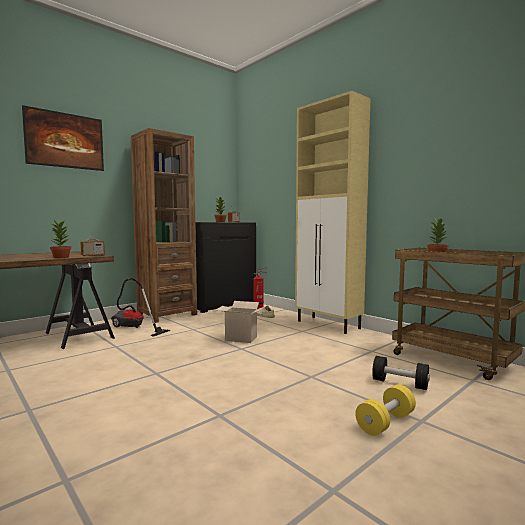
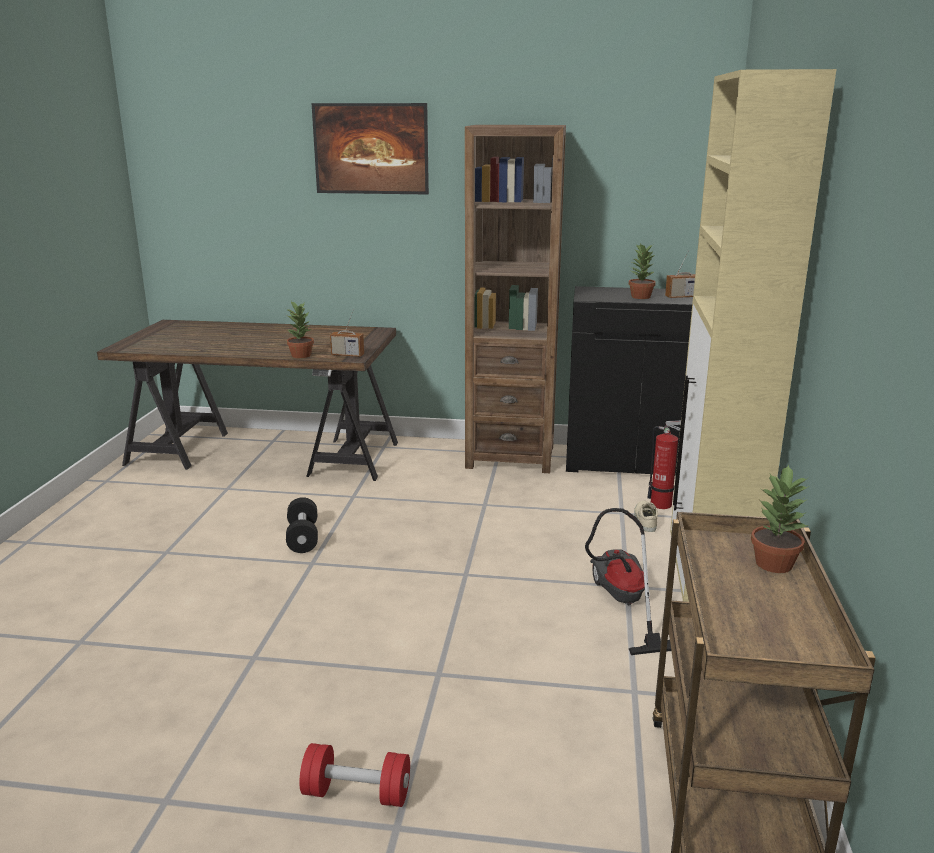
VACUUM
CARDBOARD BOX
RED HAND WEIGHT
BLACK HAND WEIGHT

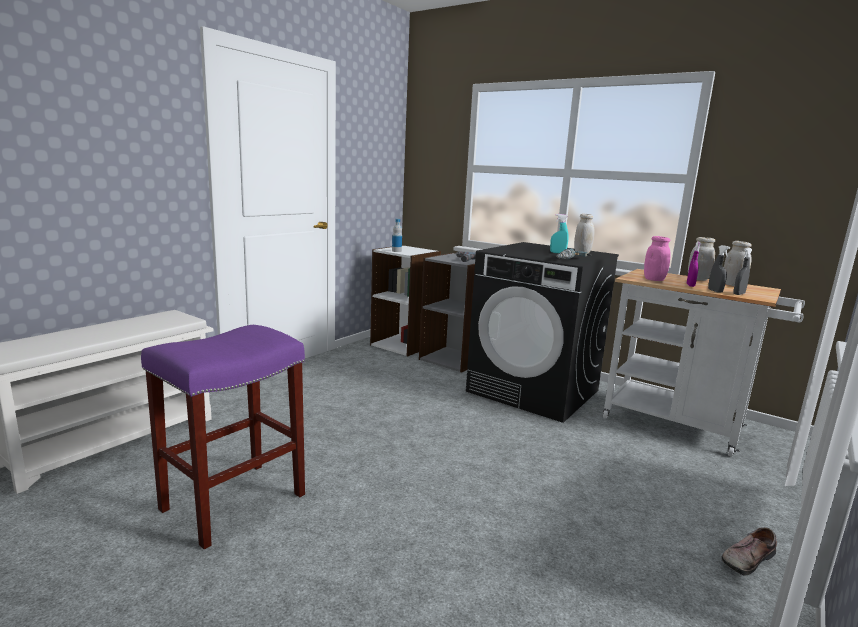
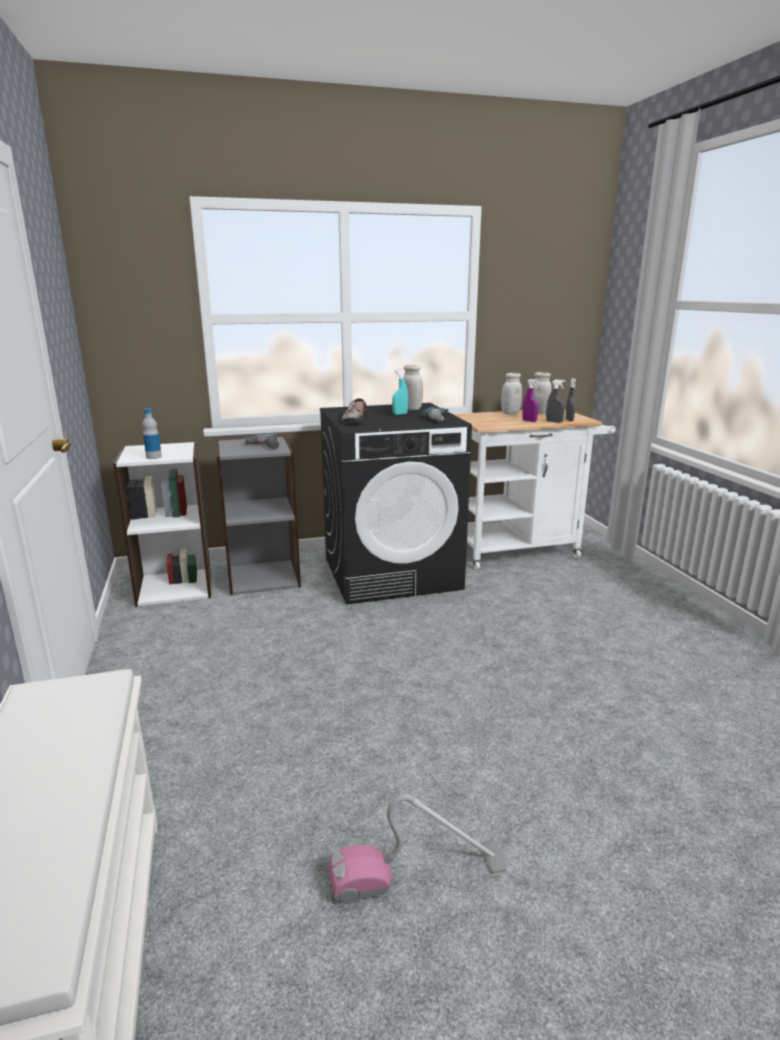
VACUUM
PINKISH JAR
LOW SHOE

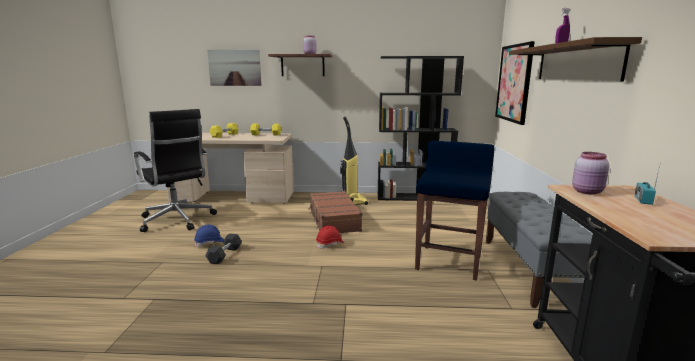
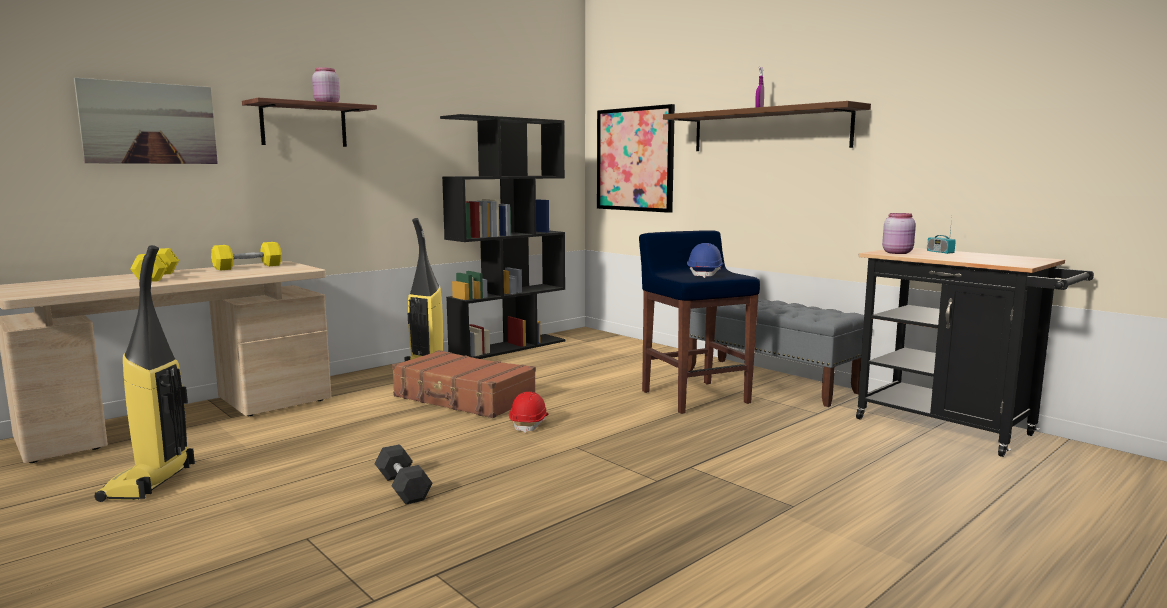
VACUUM (1st from left)
BLUE-COLOURED SAFETY HELMET

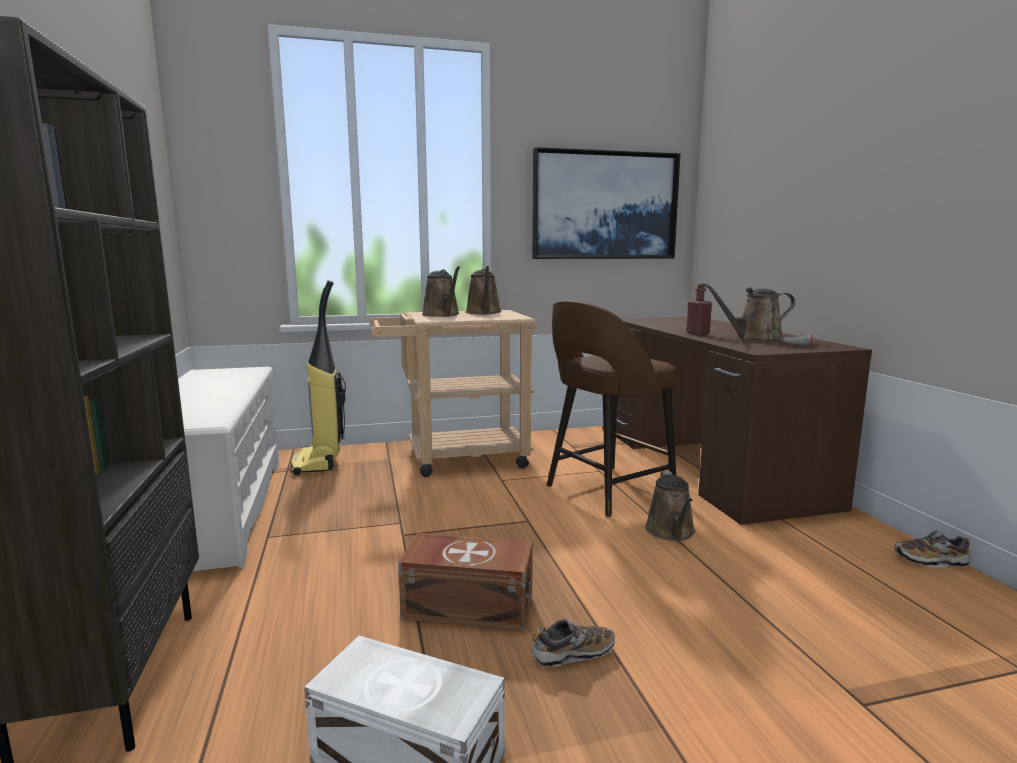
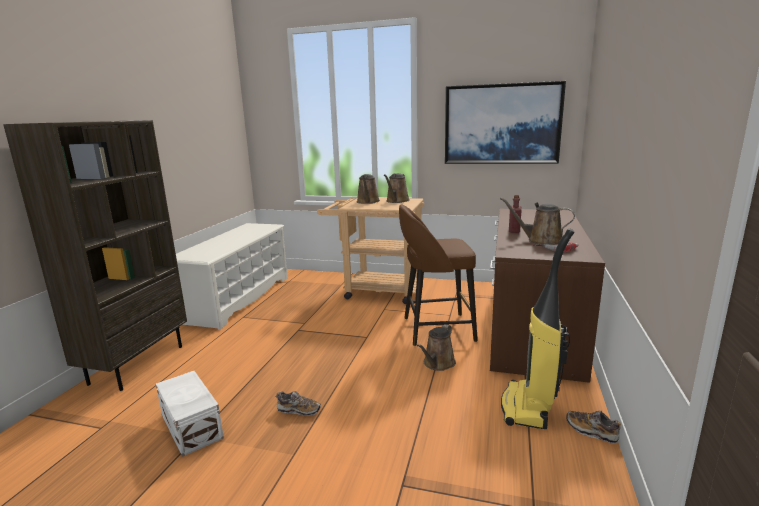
VACUUM
BROWN-COLOURED STORAGE CONTAINER

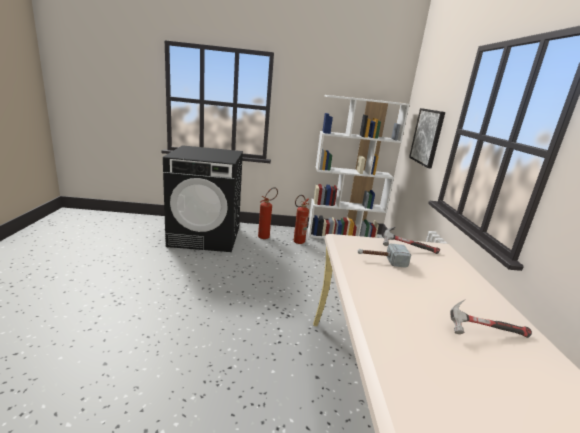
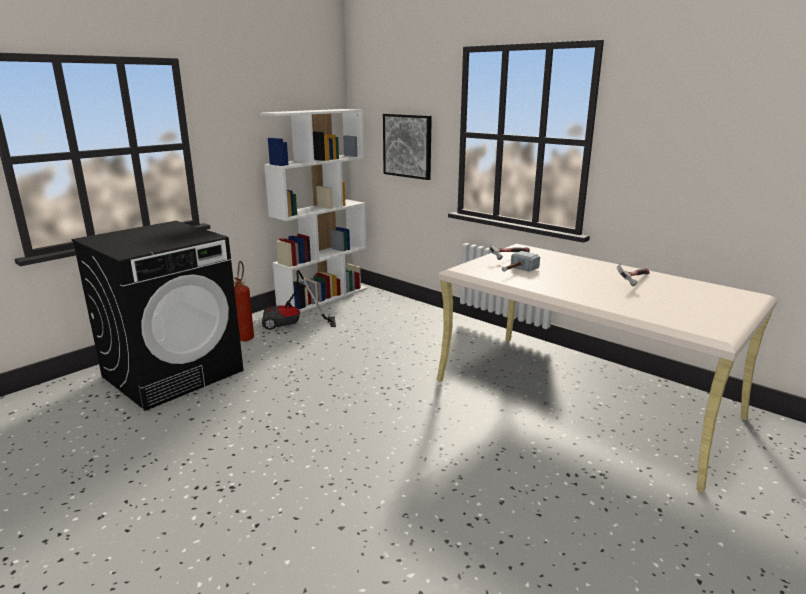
VACUUM

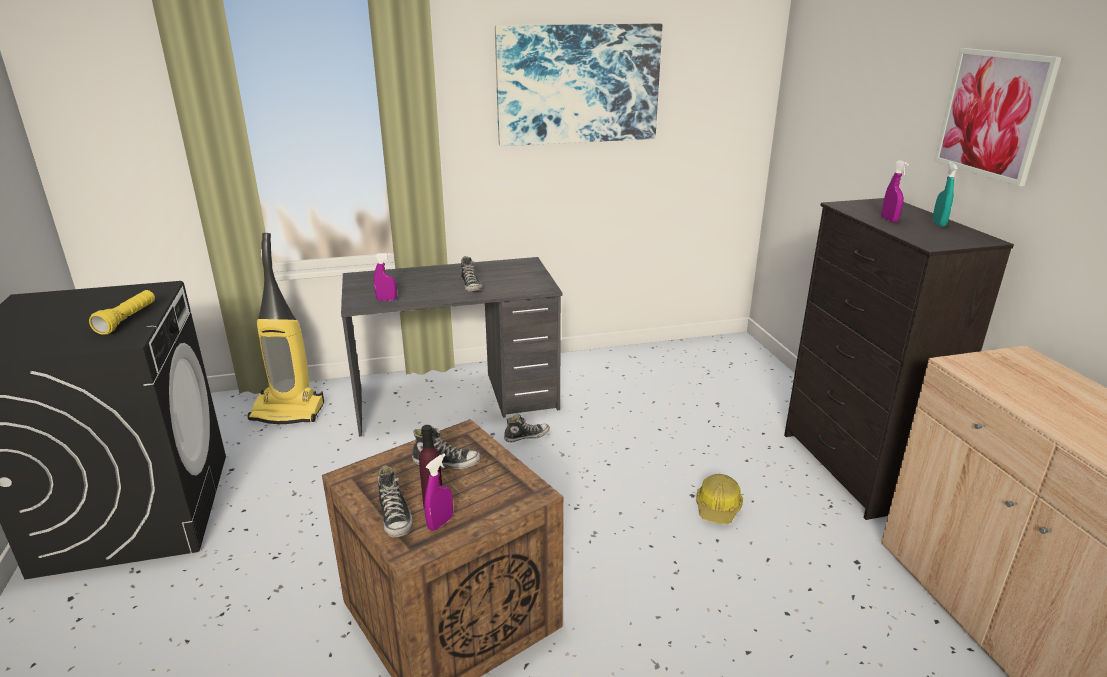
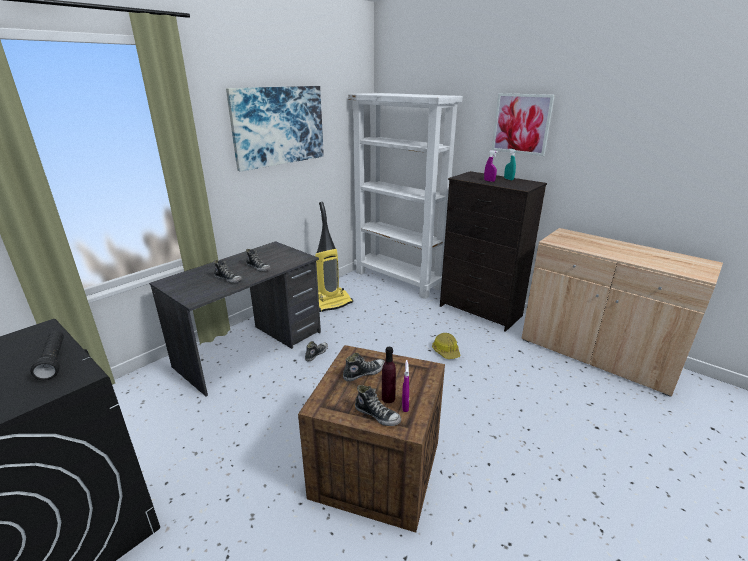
BLACK HAND TORCH
VACUUM
PURPLE-COLOURED SPRAY BOTTLE (1st from left in the first image)
LOW SHOE (1st from left)
WHITE-COLOURED SHELVING UNIT

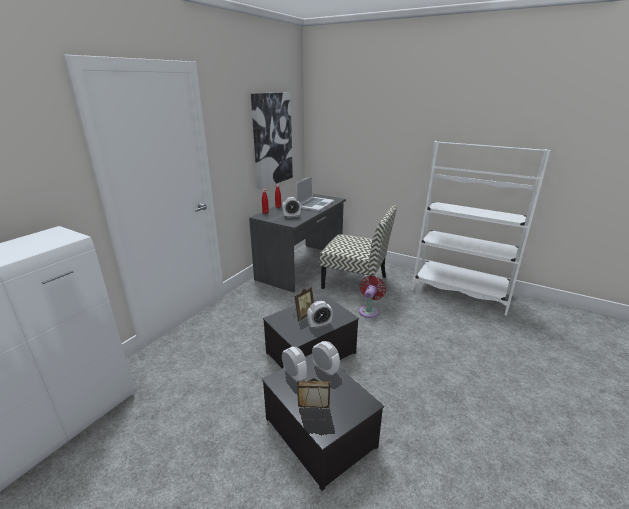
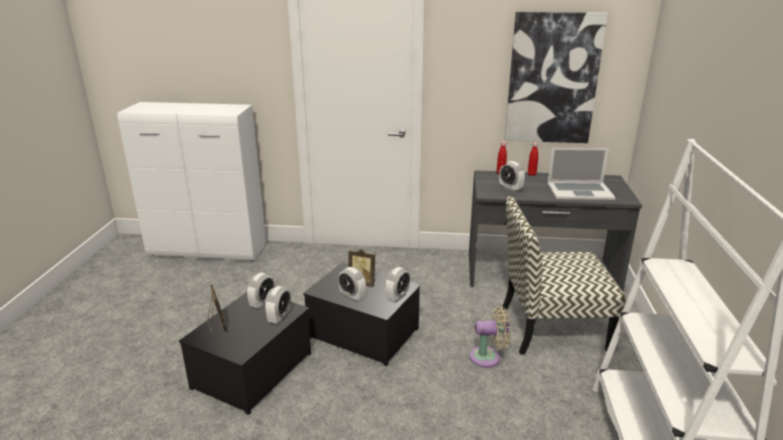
PLAIN CHAIR
BEIGE ELECTRIC FAN
TABLE CLOCK (4th from left)

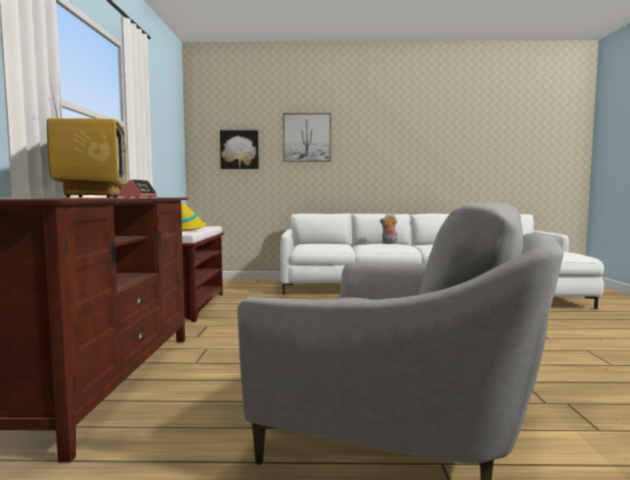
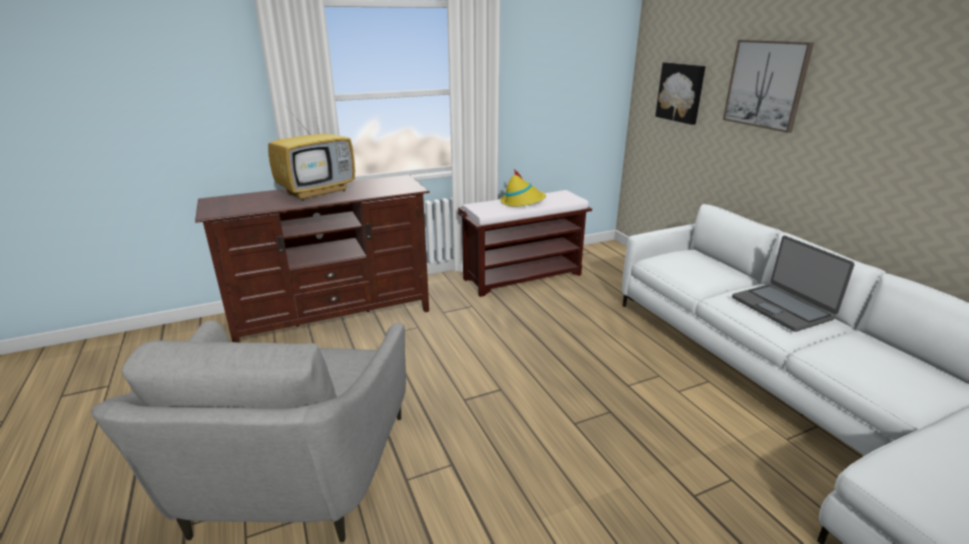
TABLE CLOCK
LAPTOP

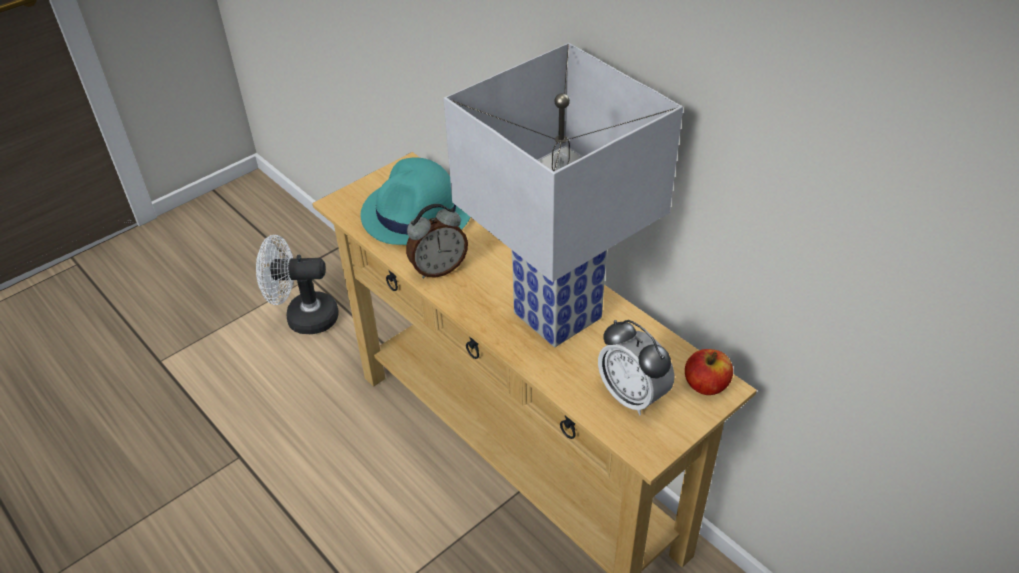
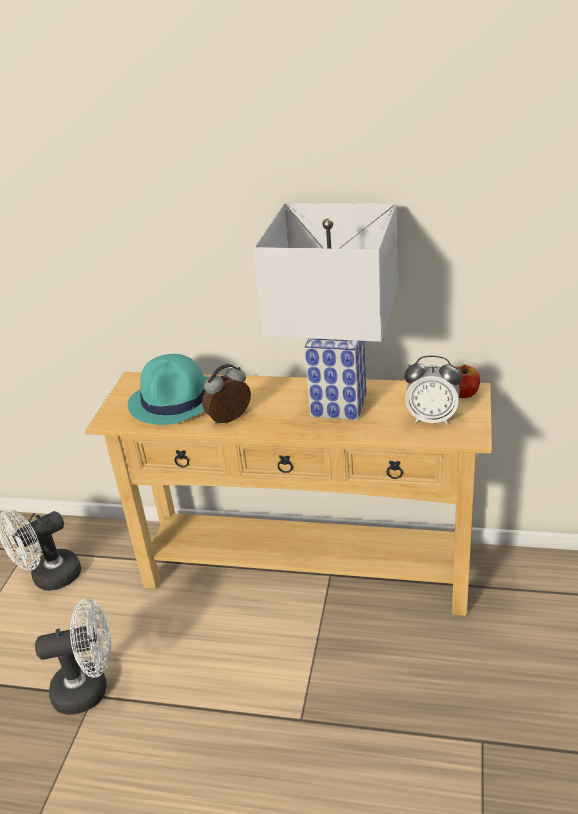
TABLE CLOCK (1st from left)
WHITE-COLOURED ELECTRIC FAN (2nd from left)

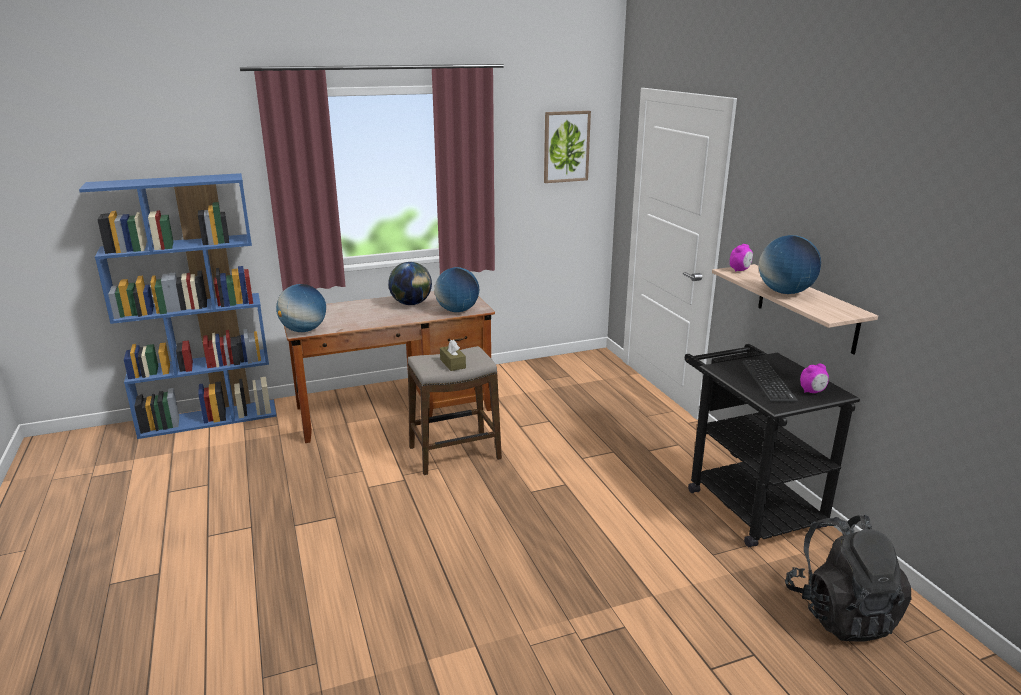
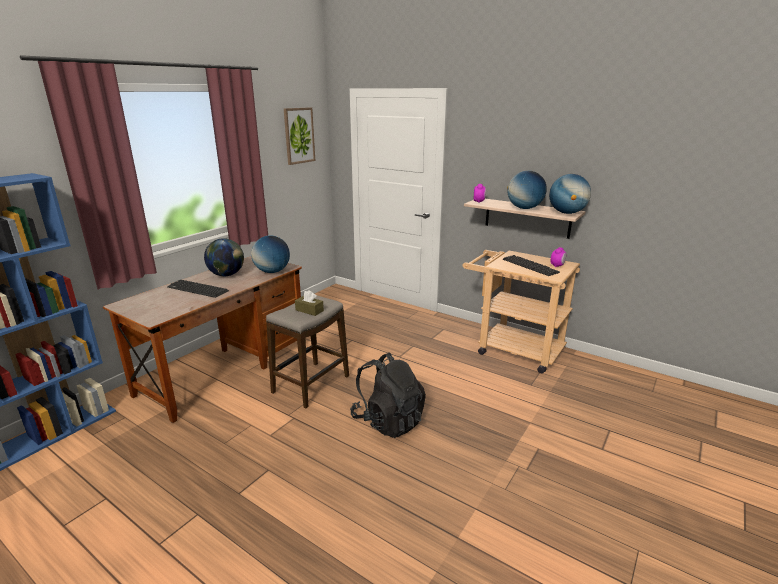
DESK GLOBE (4th from left)
BEIGE WHEELED CART
BLACK BACKPACK
KEYBOARD (1st from left)

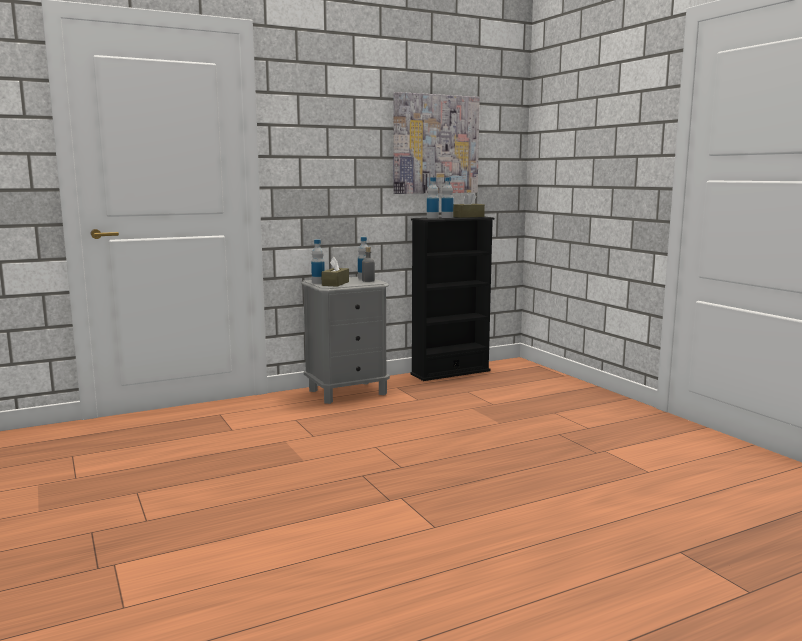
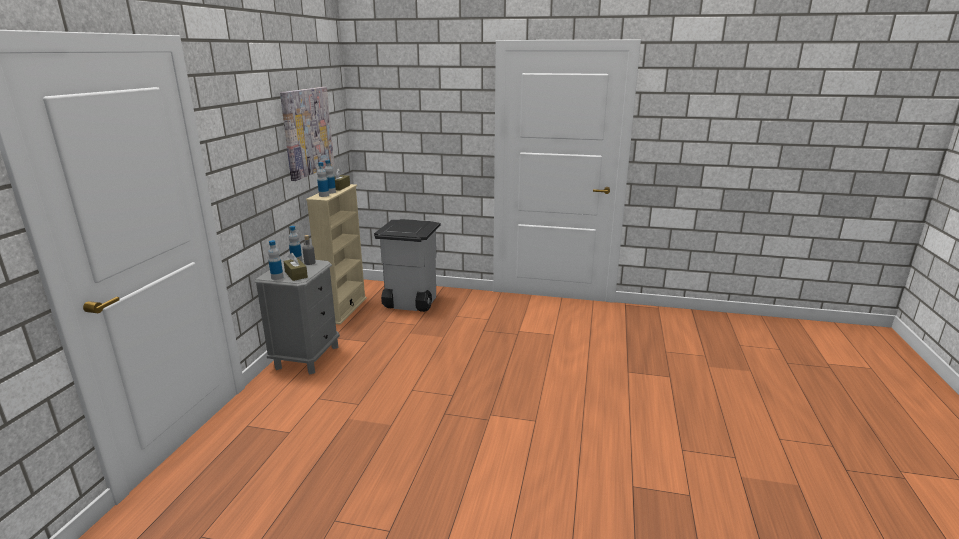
BEIGE SHELVING UNIT
GRAY WASTE BIN

